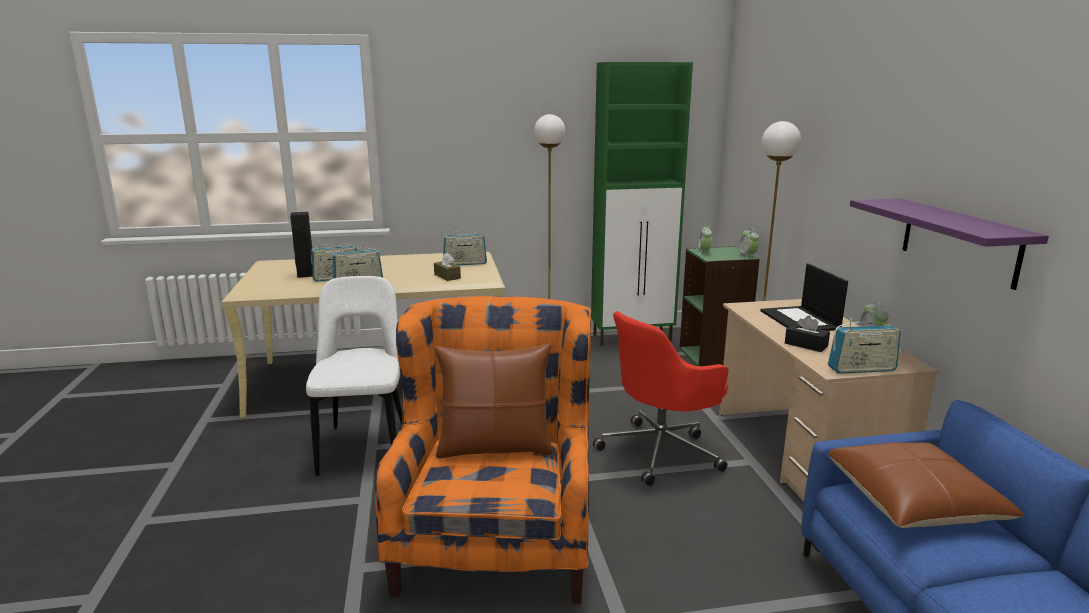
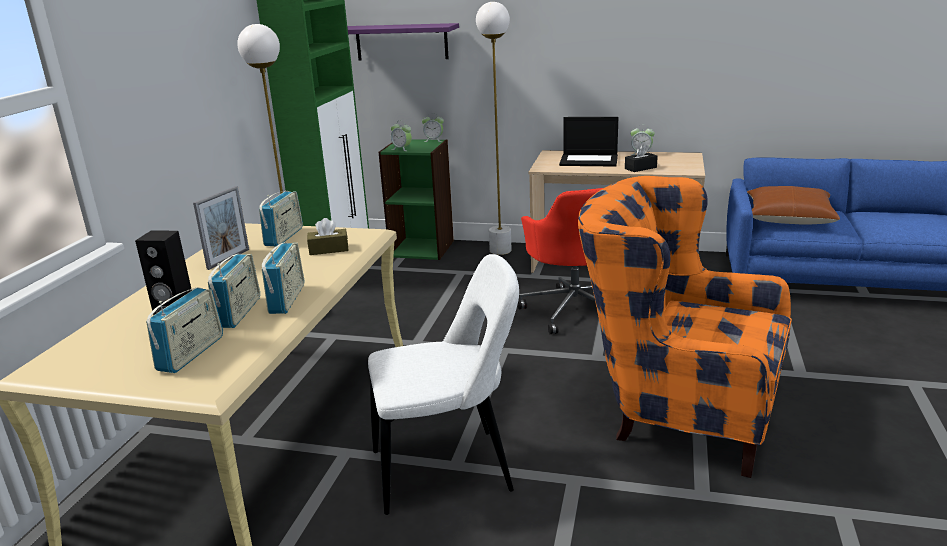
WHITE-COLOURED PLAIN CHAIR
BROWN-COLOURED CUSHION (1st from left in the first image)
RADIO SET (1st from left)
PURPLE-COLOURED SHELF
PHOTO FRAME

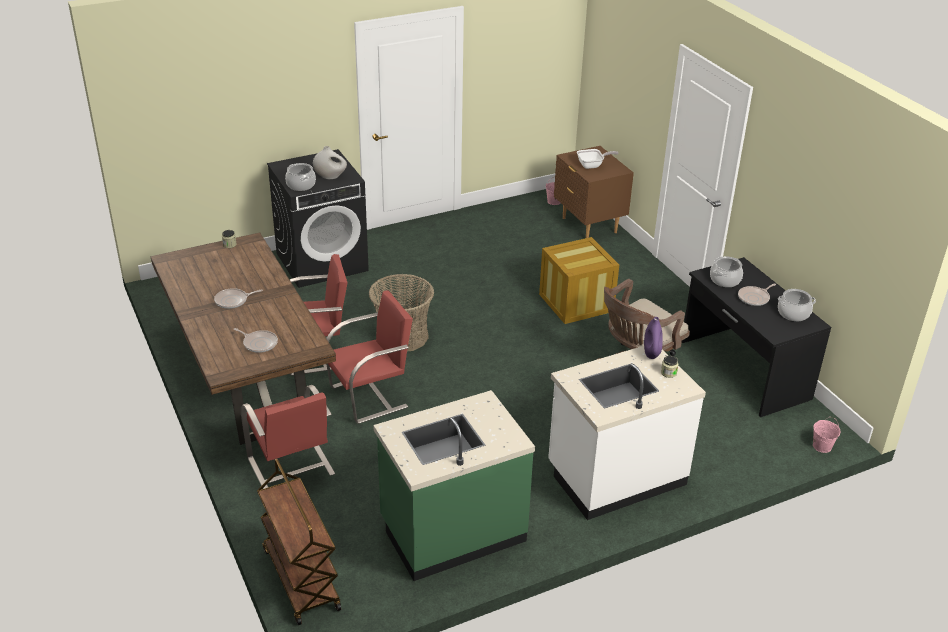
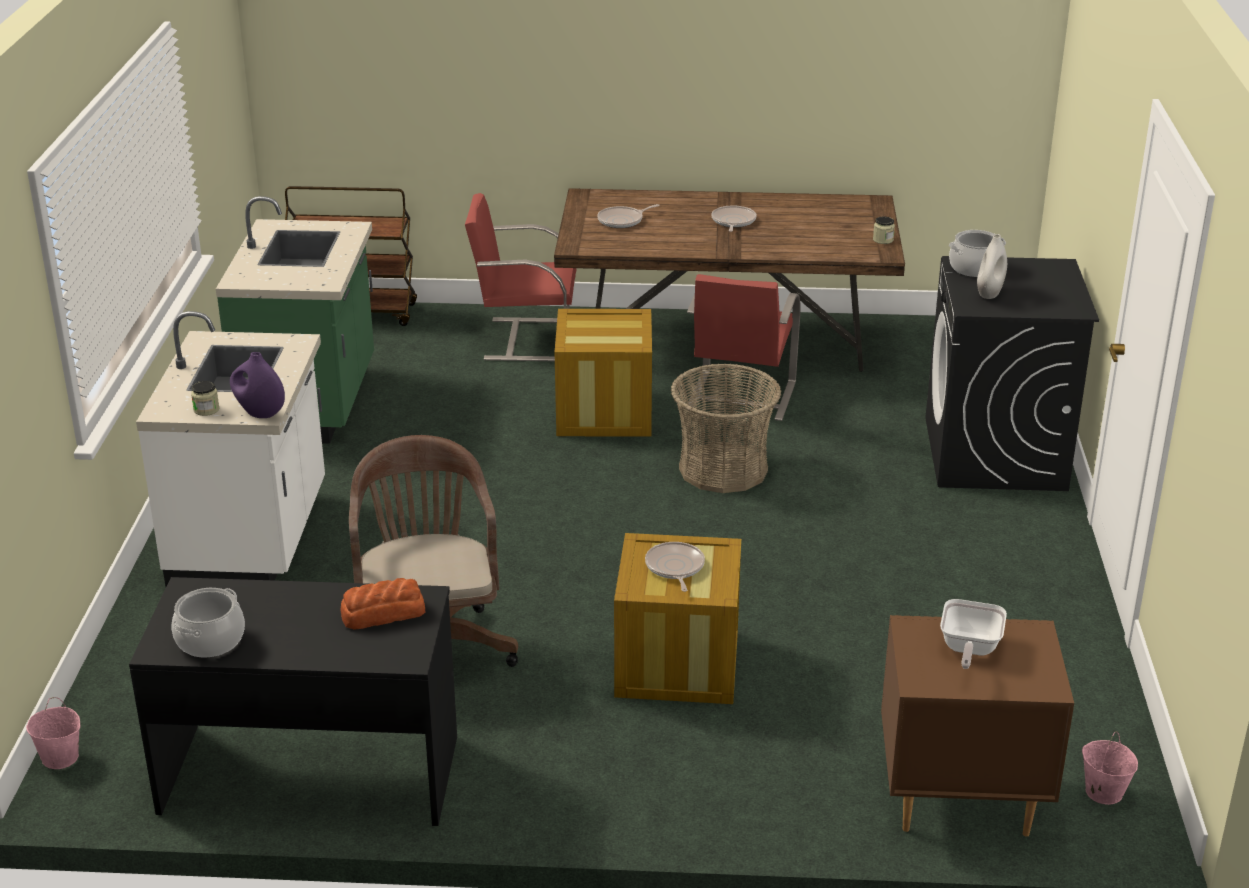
CRATE (1st from left)
BREAD
PAN (2nd from left)

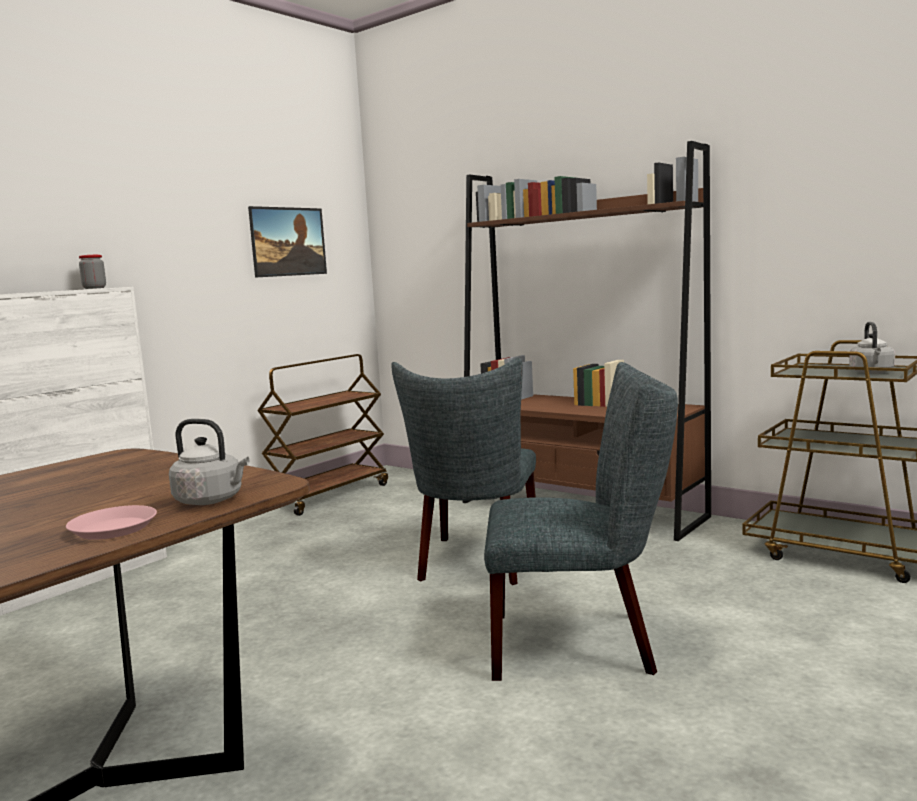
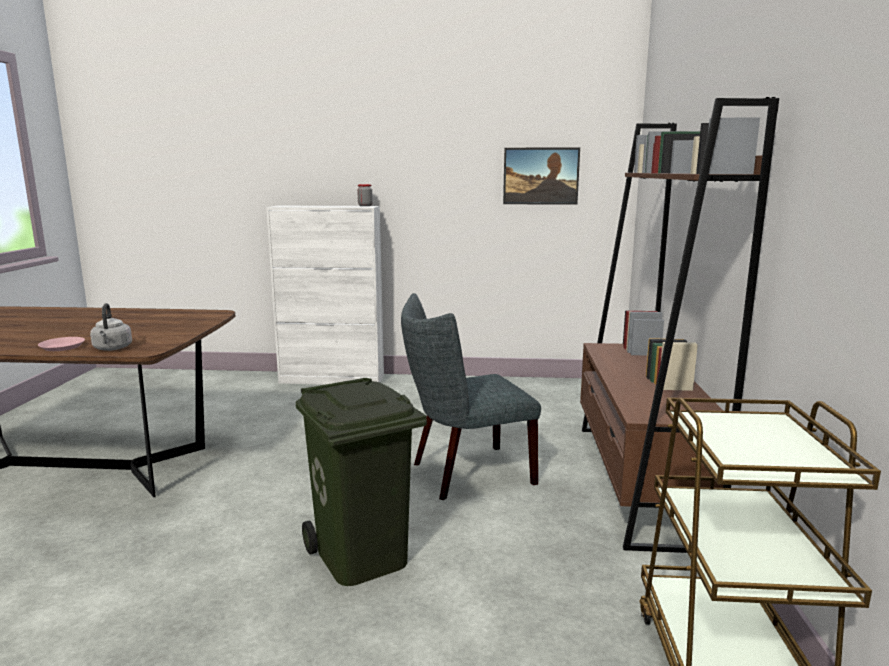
BROWN-COLOURED WHEELED CART (1st from left in the first image)
GREENISH WASTE BIN
GRAY WATER KETTLE (2nd from left in the first image)

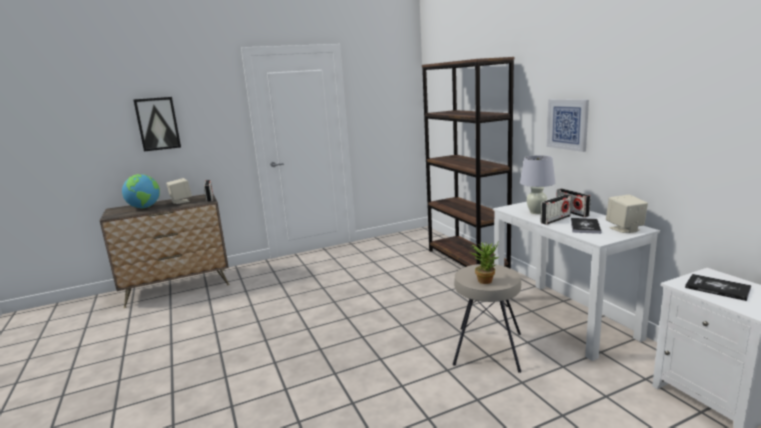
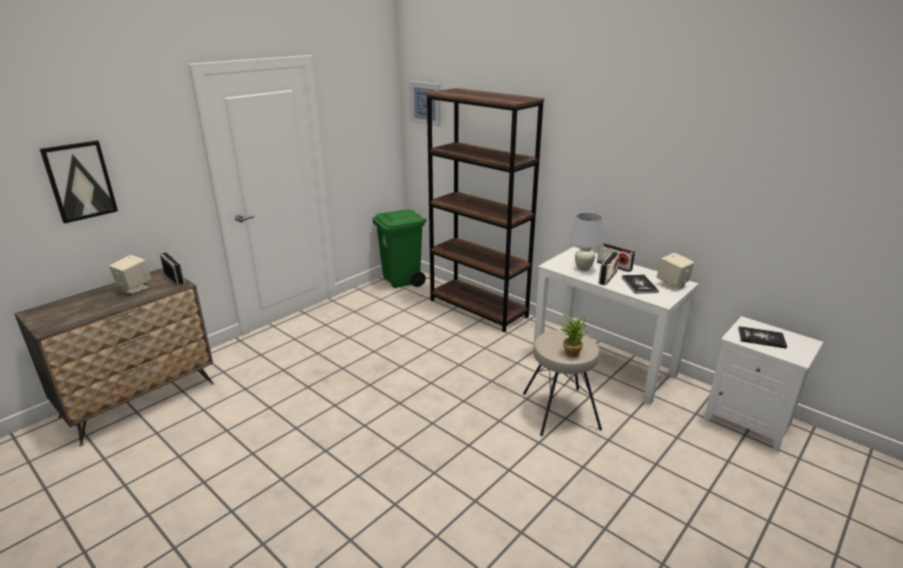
DESK GLOBE
PICTURE (2nd from left)
GREENISH WASTE BIN

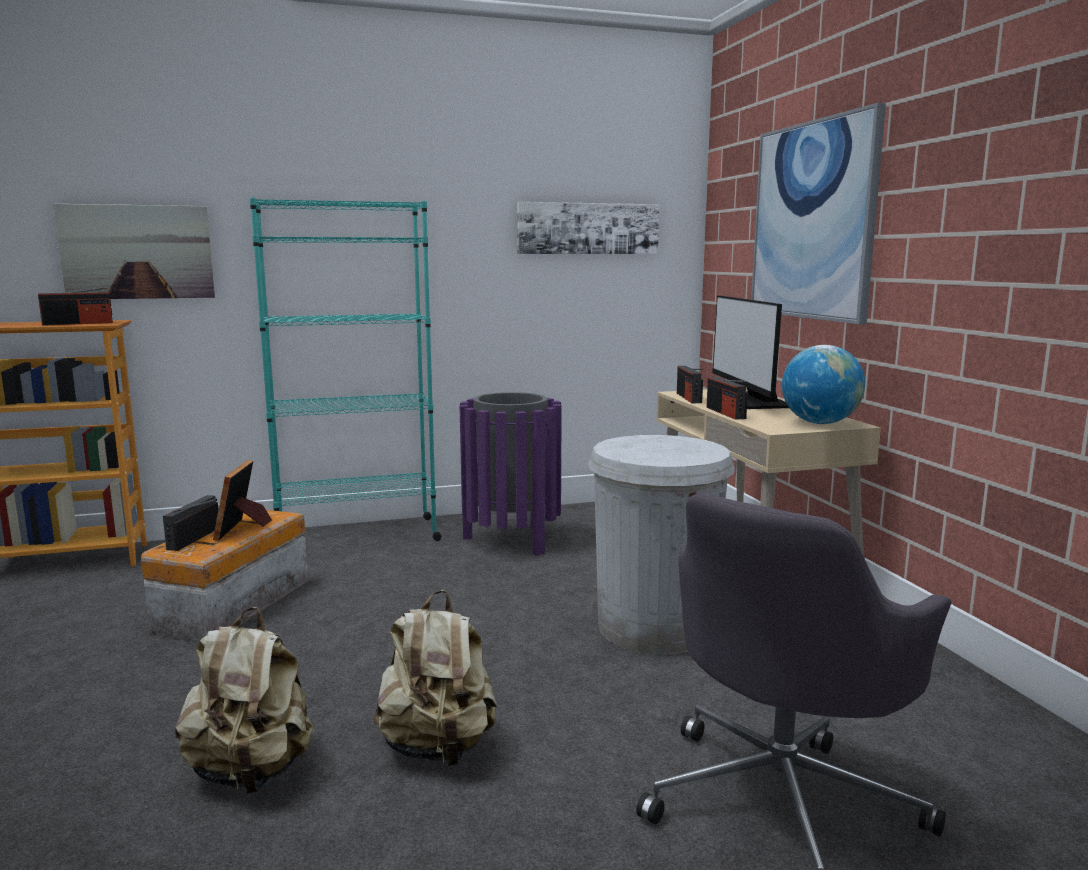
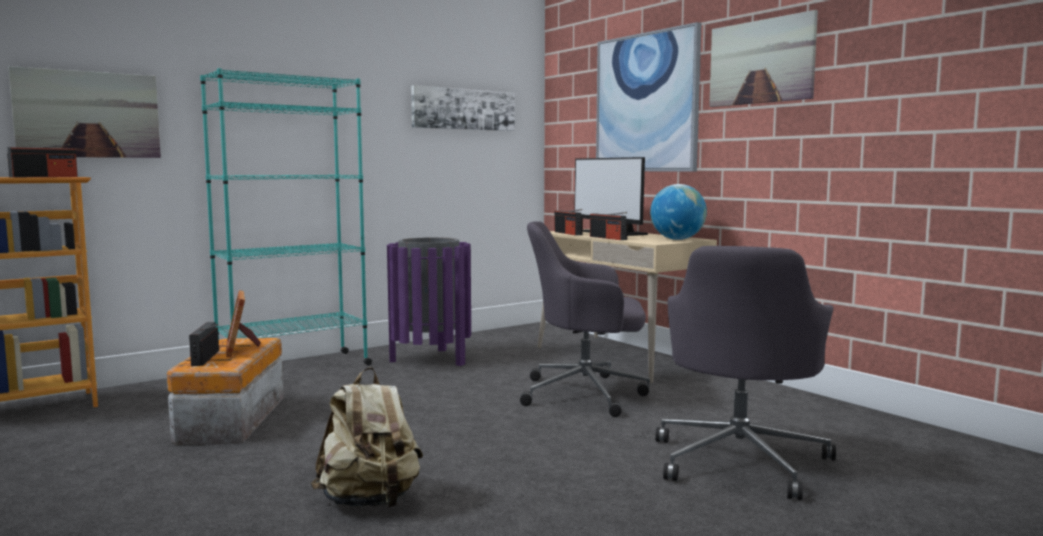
BEIGE BACKPACK (2nd from left in the first image)
GRAY COMPUTER CHAIR (1st from left)
PICTURE (4th from left)

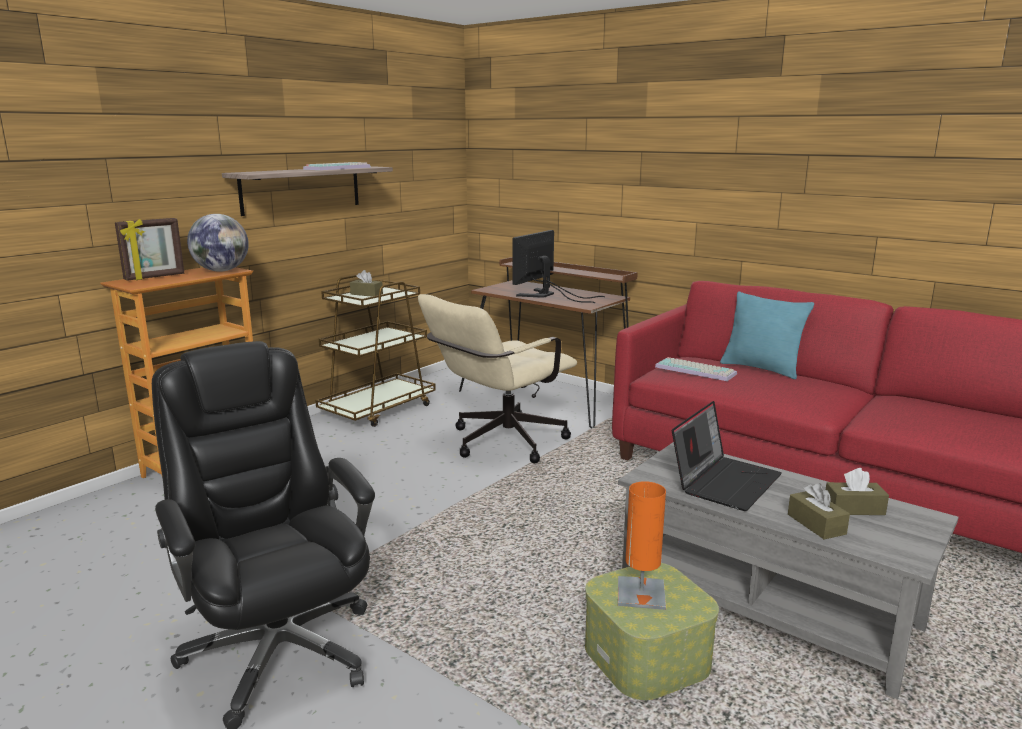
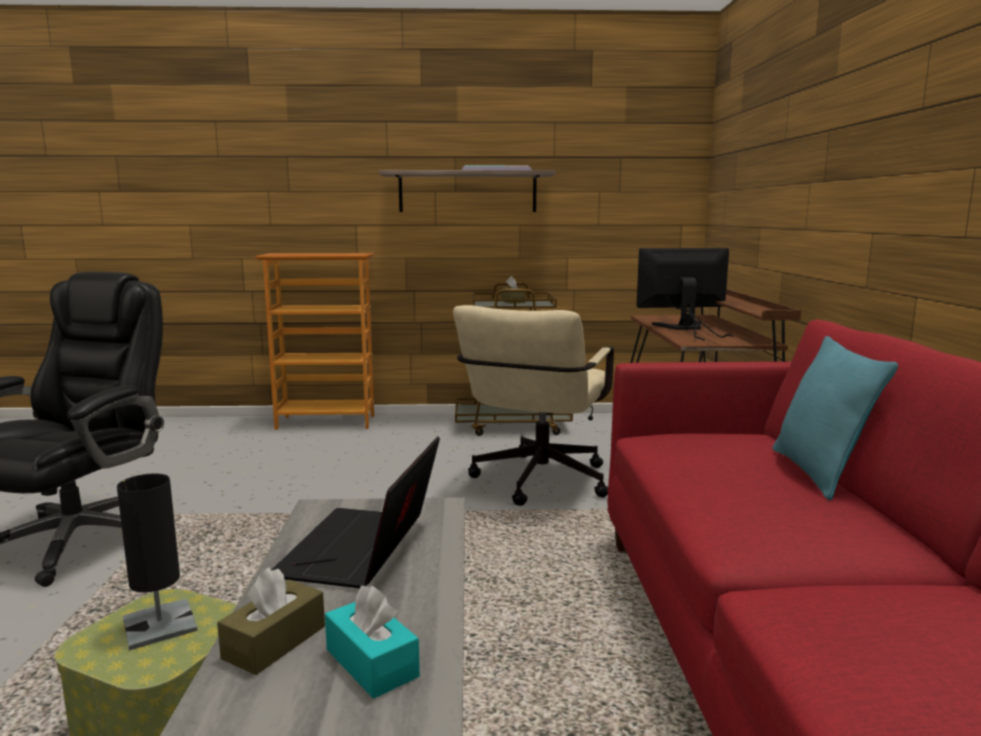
PHOTO FRAME
DESK GLOBE
BEIGE COMPUTER CHAIR
BLACK TABLETOP LAMP
KEYBOARD (2nd from left in the first image)
LAPTOP
TURQUOISE TISSUE BOX

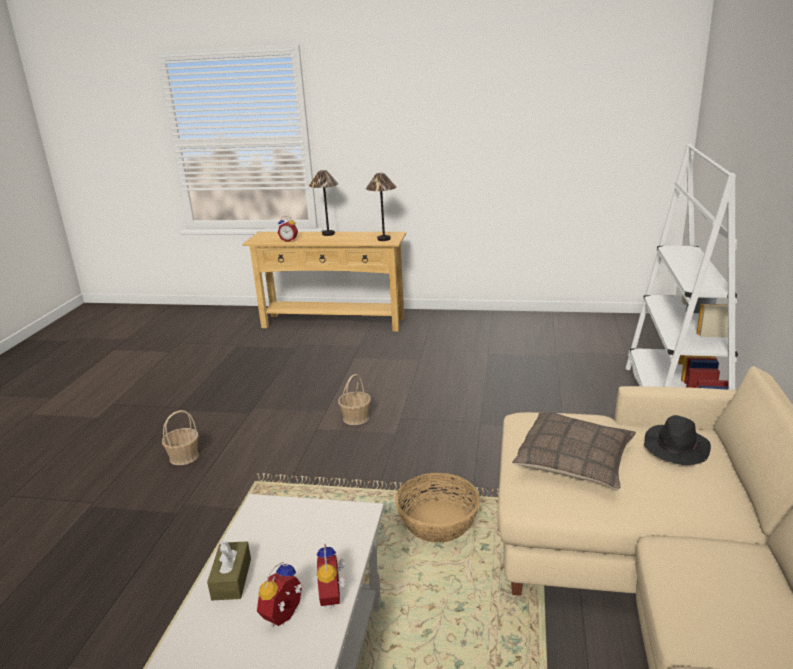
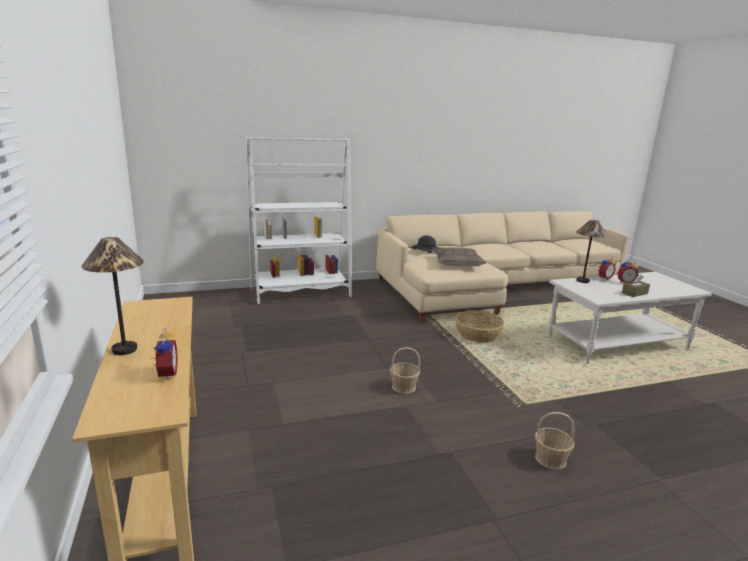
TABLETOP LAMP (2nd from left)

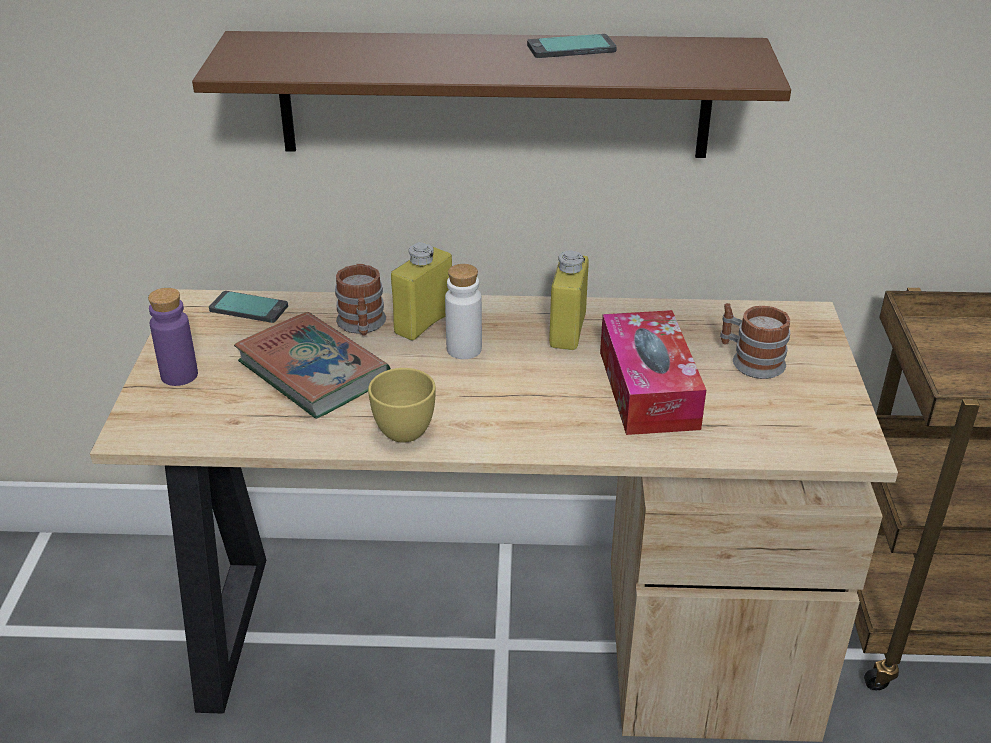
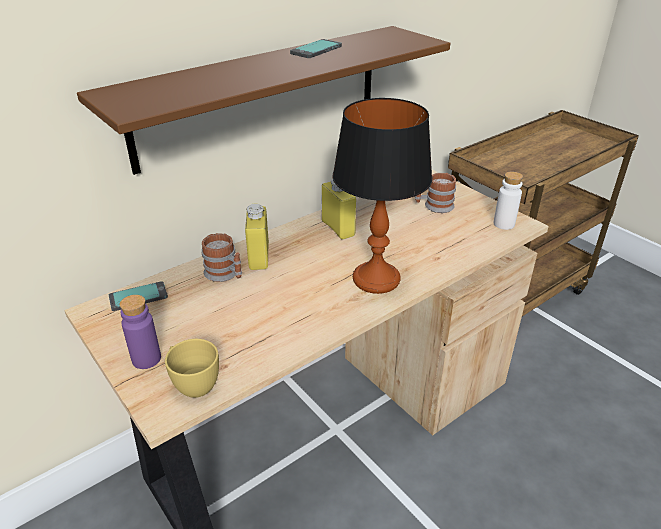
BOUND BOOK
YELLOW-COLOURED CUP
WHITE-COLOURED BOTTLE
TISSUE BOX
TABLETOP LAMP

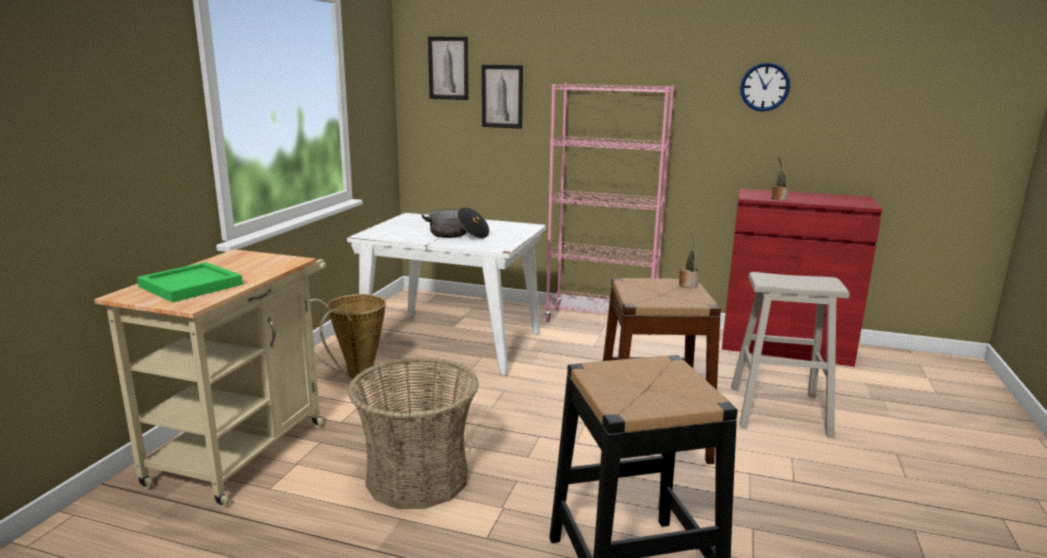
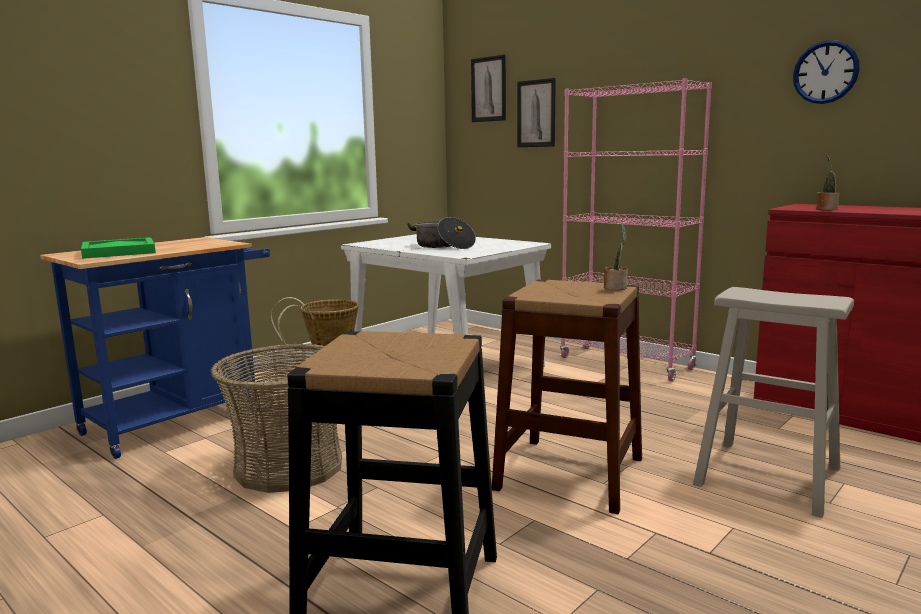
BLUE-COLOURED WHEELED CART

